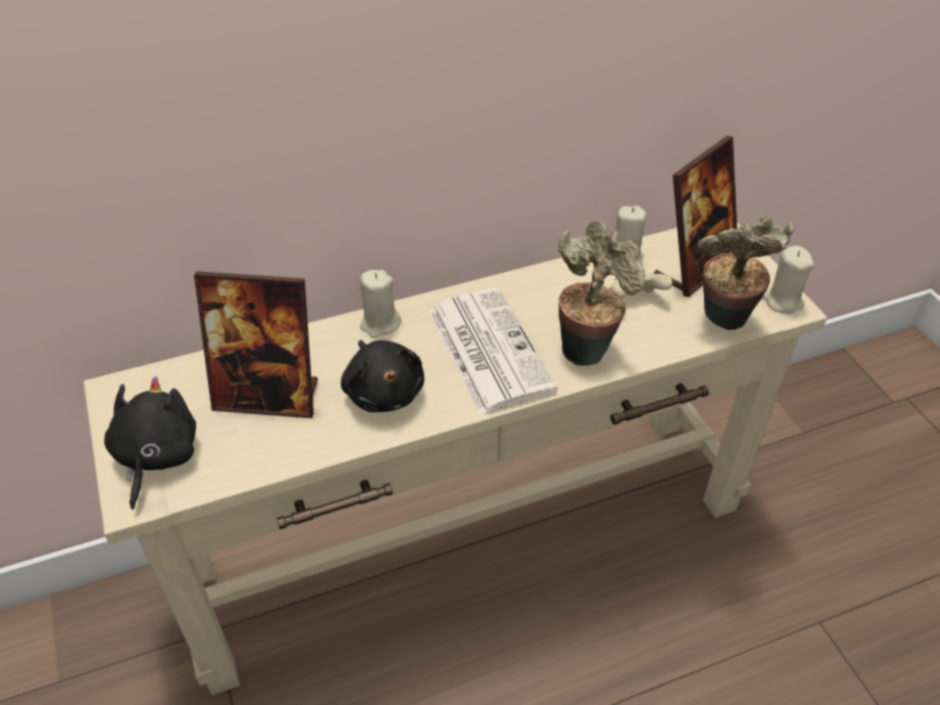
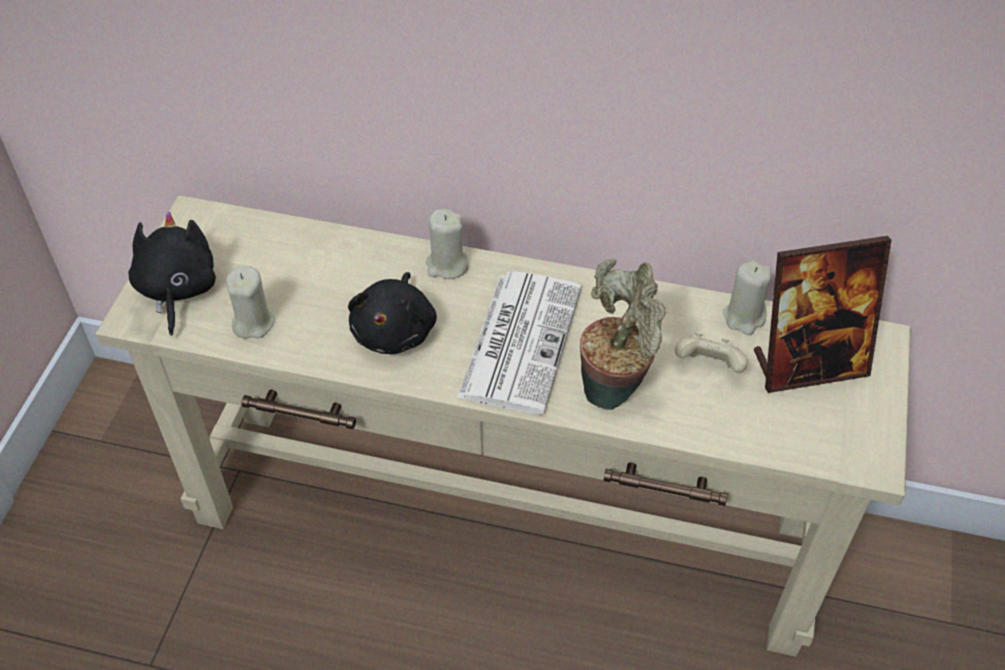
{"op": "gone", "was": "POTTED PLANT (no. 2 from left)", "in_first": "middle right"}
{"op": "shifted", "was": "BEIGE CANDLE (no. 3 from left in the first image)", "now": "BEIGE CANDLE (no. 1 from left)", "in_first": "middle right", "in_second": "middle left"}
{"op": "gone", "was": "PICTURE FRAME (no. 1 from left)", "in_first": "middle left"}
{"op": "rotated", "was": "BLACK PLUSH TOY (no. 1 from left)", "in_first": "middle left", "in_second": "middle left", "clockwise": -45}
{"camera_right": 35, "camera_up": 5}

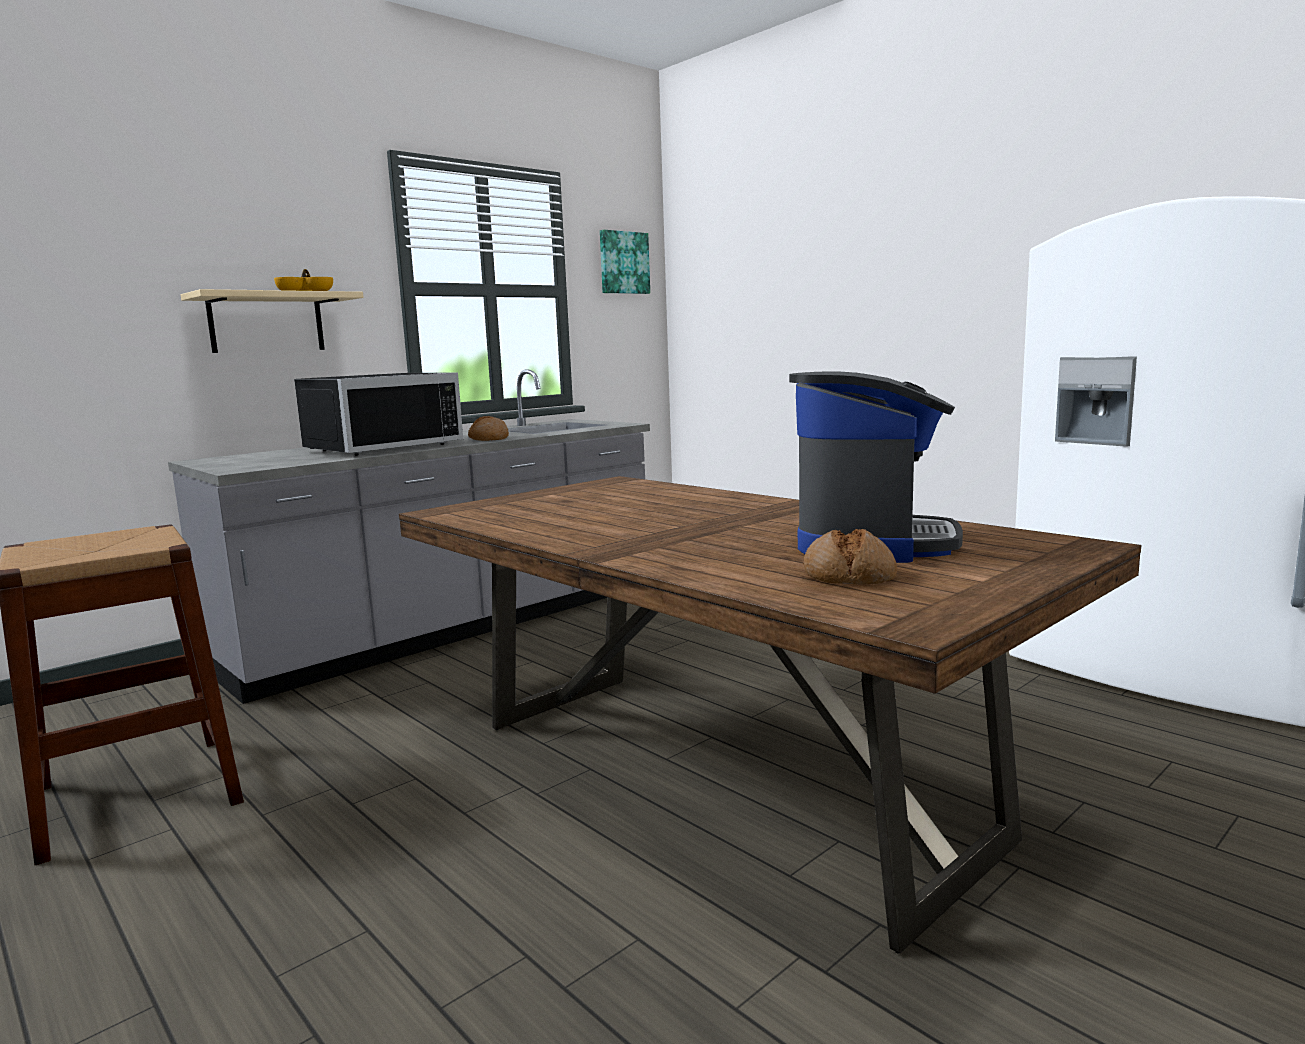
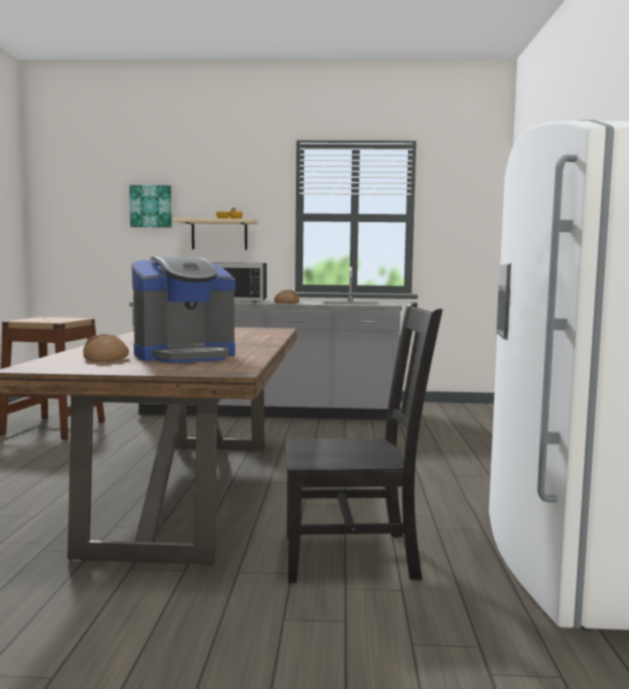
{"op": "shifted", "was": "PICTURE", "in_first": "top centre", "in_second": "top left"}
{"op": "new", "now": "BLACK CHAIR", "in_second": "centre"}
{"camera_right": 45, "camera_up": -5}

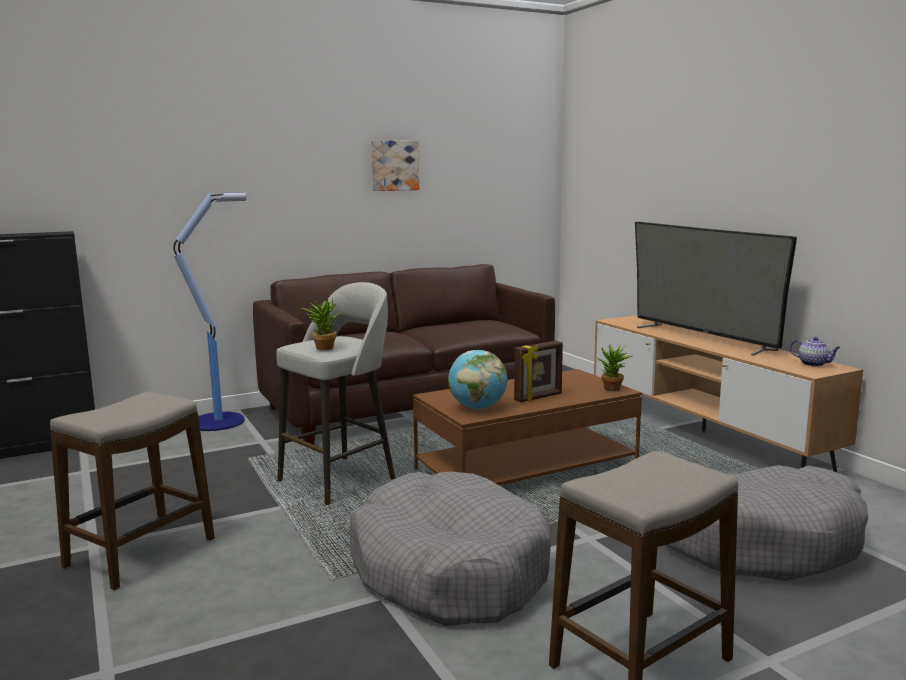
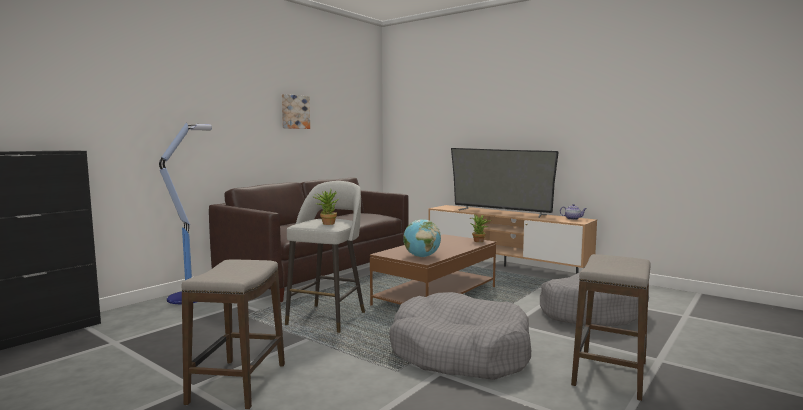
{"op": "gone", "was": "PICTURE FRAME", "in_first": "centre"}
{"camera_right": -25, "camera_up": -5}

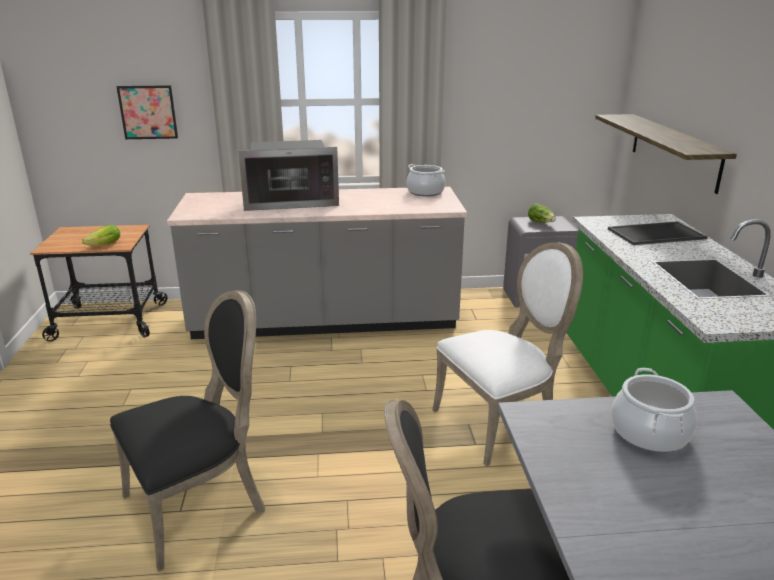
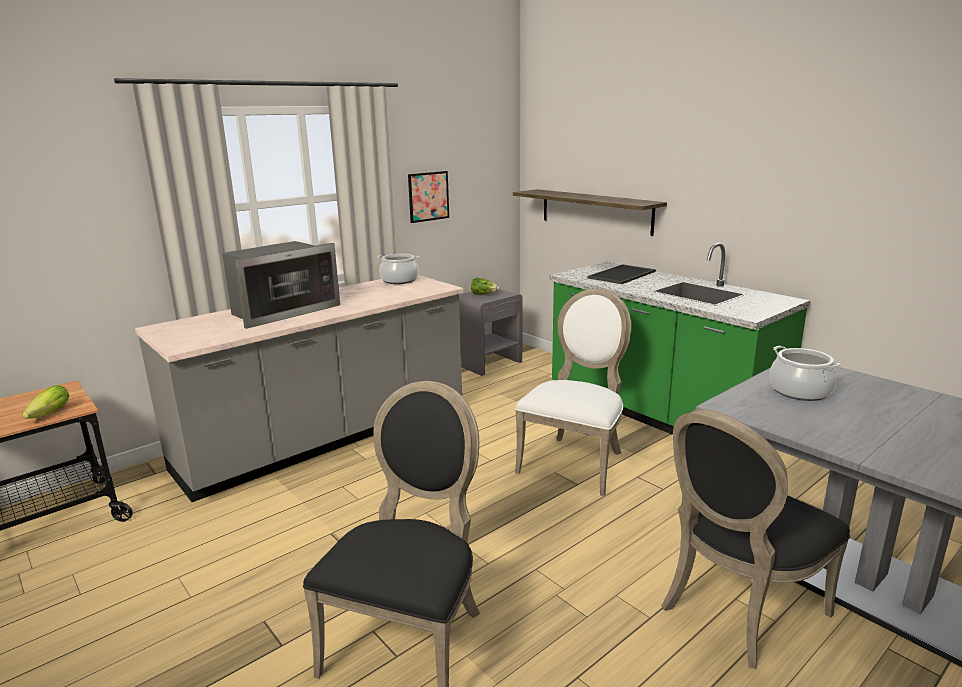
{"op": "shifted", "was": "PICTURE", "in_first": "top left", "in_second": "top centre"}
{"camera_right": -35, "camera_up": -5}

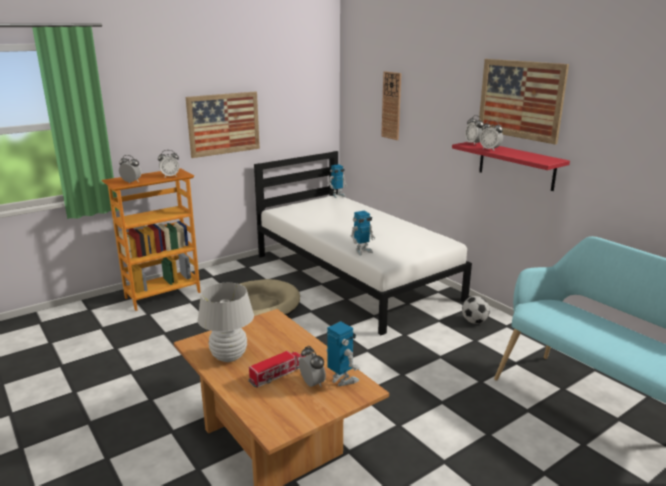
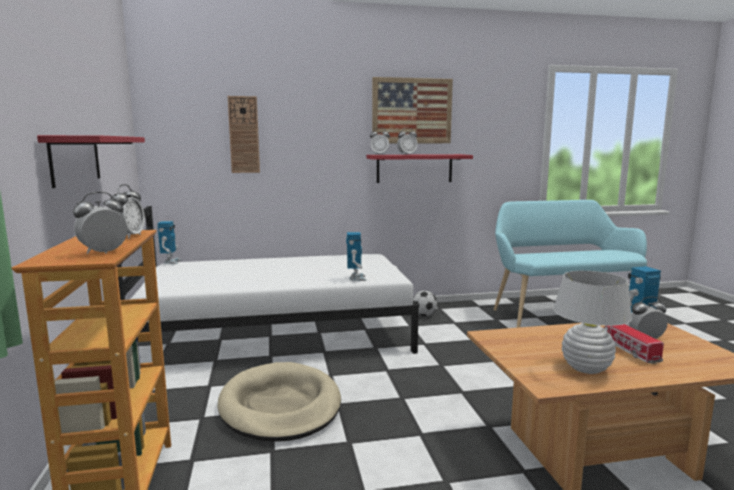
{"op": "swapped", "was": "PICTURE (no. 1 from left)", "now": "RED SHELF (no. 1 from left)", "in_first": "top centre", "in_second": "top left"}
{"camera_right": -65, "camera_up": -10}

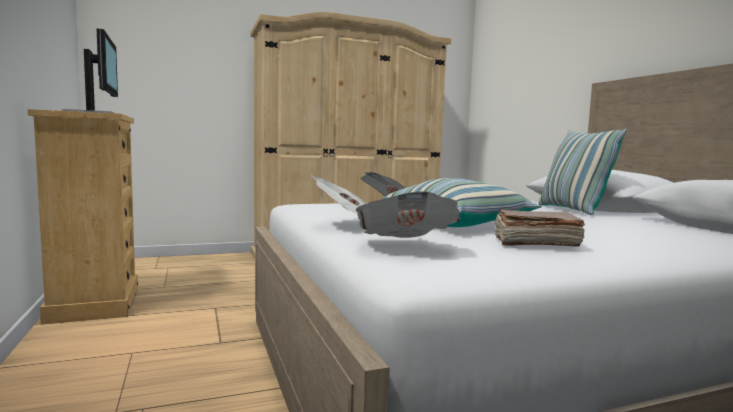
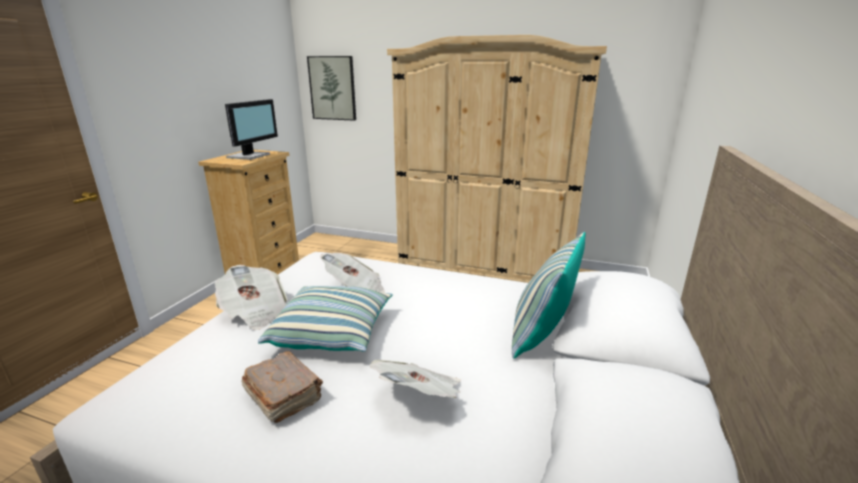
{"op": "shifted", "was": "NEWSPAPER (no. 3 from left)", "in_first": "centre", "in_second": "bottom centre"}
{"op": "new", "now": "PICTURE", "in_second": "top centre"}
{"camera_right": 40, "camera_up": 15}

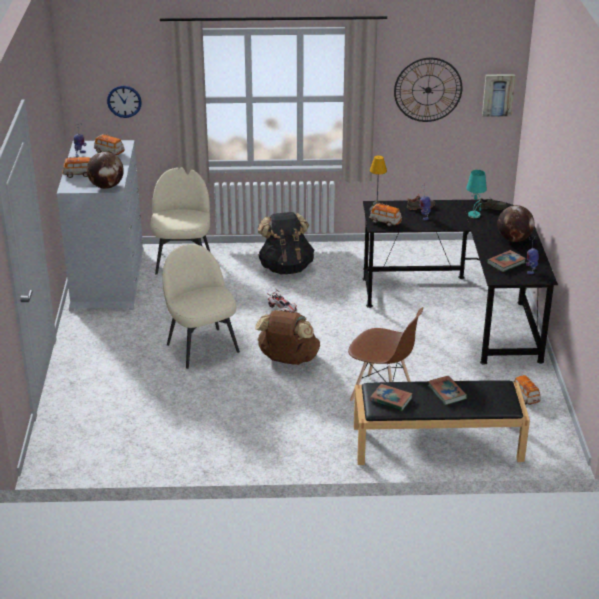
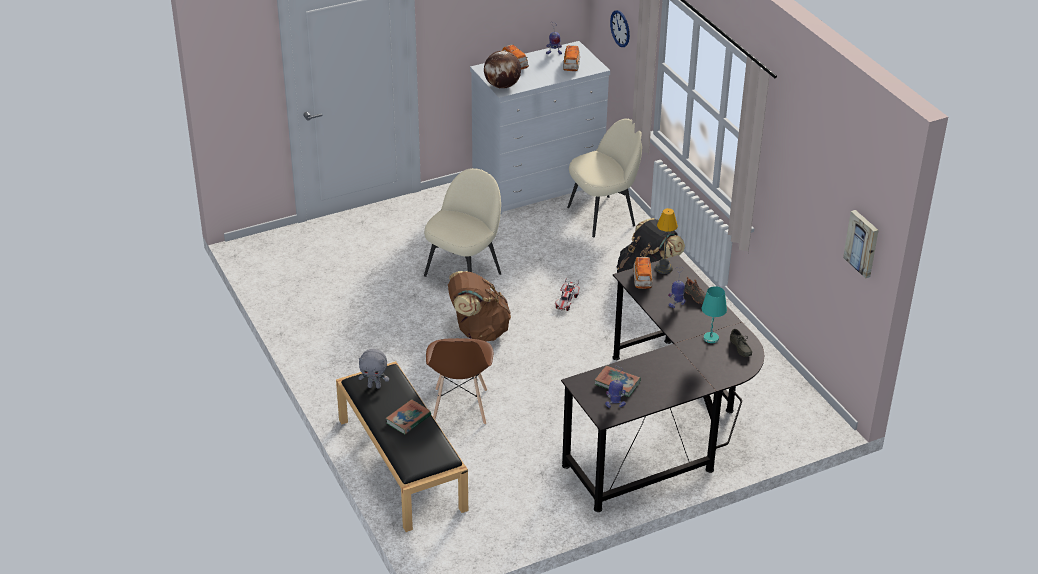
{"op": "gone", "was": "WALL CLOCK (no. 2 from left)", "in_first": "top right"}
{"op": "gone", "was": "GLOBE (no. 2 from left)", "in_first": "middle right"}
{"op": "gone", "was": "TOY CAR (no. 5 from left)", "in_first": "middle right"}
{"op": "swapped", "was": "BOOK (no. 1 from left)", "now": "GREY PLUSH TOY", "in_first": "centre", "in_second": "centre"}
{"camera_right": 65, "camera_up": 5}

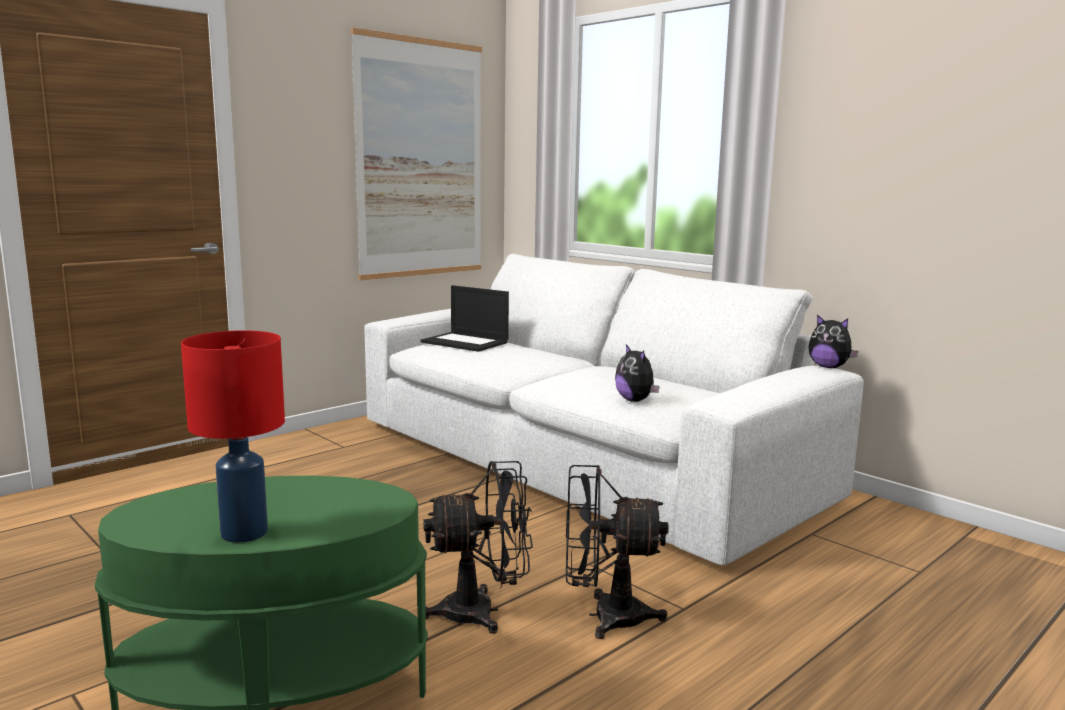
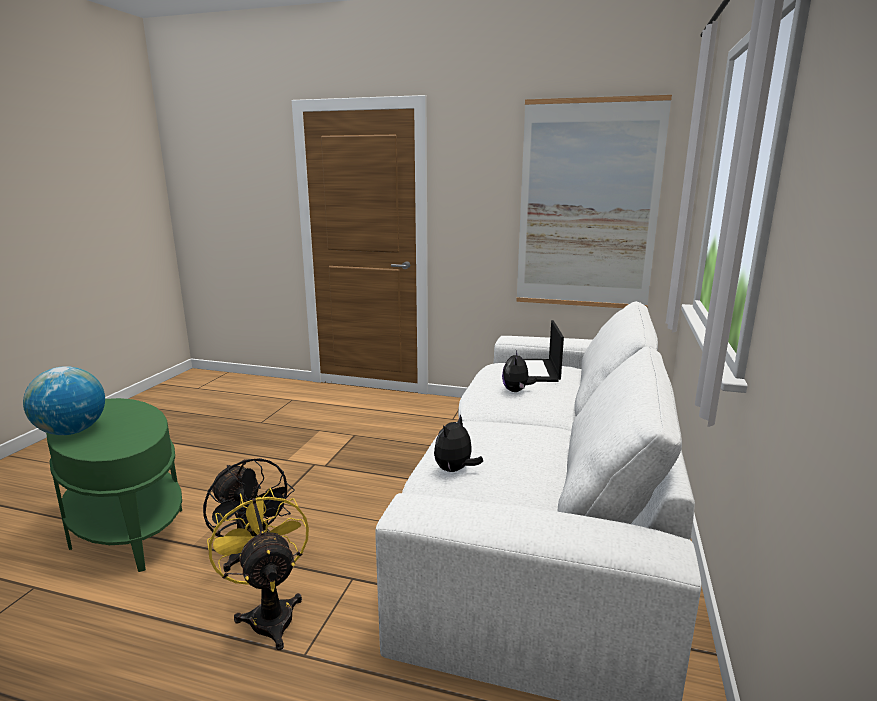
{"op": "shifted", "was": "PLUSH TOY (no. 2 from left)", "in_first": "middle right", "in_second": "centre"}
{"op": "swapped", "was": "RED TABLE LAMP", "now": "GLOBE", "in_first": "middle left", "in_second": "middle left"}
{"op": "repainted", "was": "BLACK FAN (no. 2 from left)", "now": "YELLOW FAN", "in_first": "bottom centre", "in_second": "bottom left"}
{"camera_right": 60, "camera_up": 5}

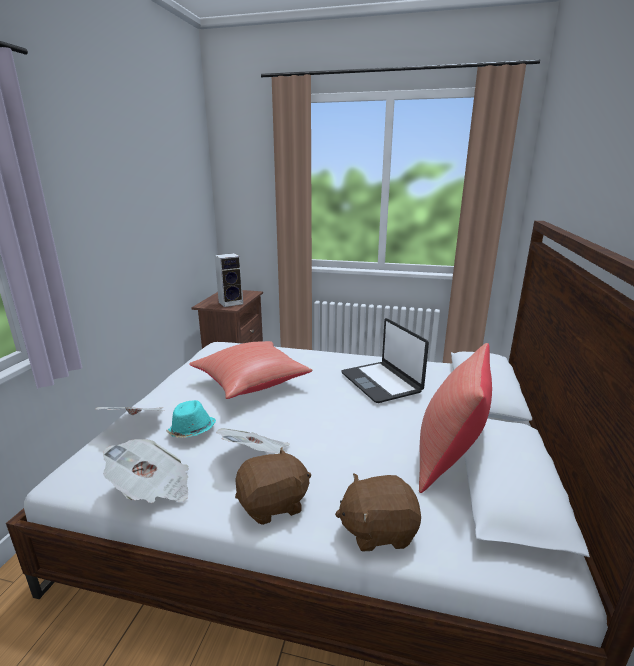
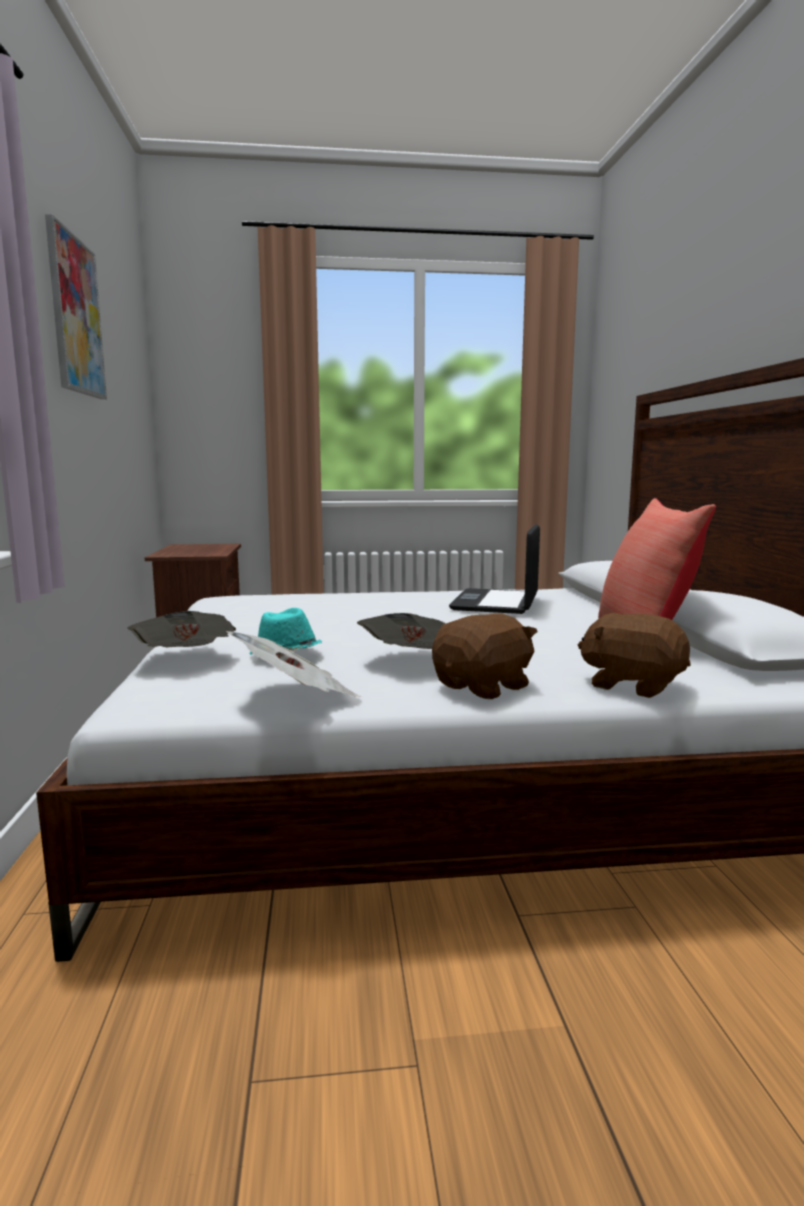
{"op": "gone", "was": "SPEAKER", "in_first": "centre"}
{"op": "rotated", "was": "LAPTOP", "in_first": "centre", "in_second": "centre", "clockwise": 60}
{"op": "gone", "was": "RED PILLOW (no. 1 from left)", "in_first": "centre"}
{"op": "rotated", "was": "BROWN PLUSH TOY (no. 2 from left)", "in_first": "bottom centre", "in_second": "middle right", "clockwise": 60}
{"op": "new", "now": "PICTURE", "in_second": "top left"}
{"camera_right": -20, "camera_up": -10}

